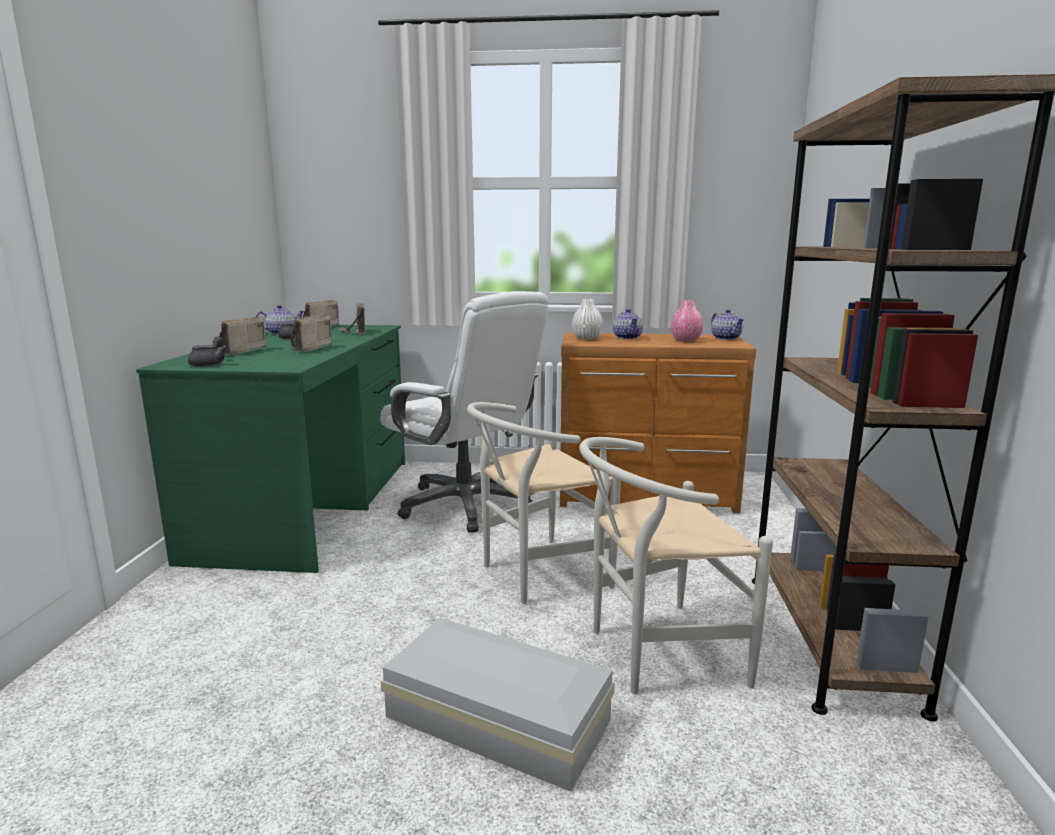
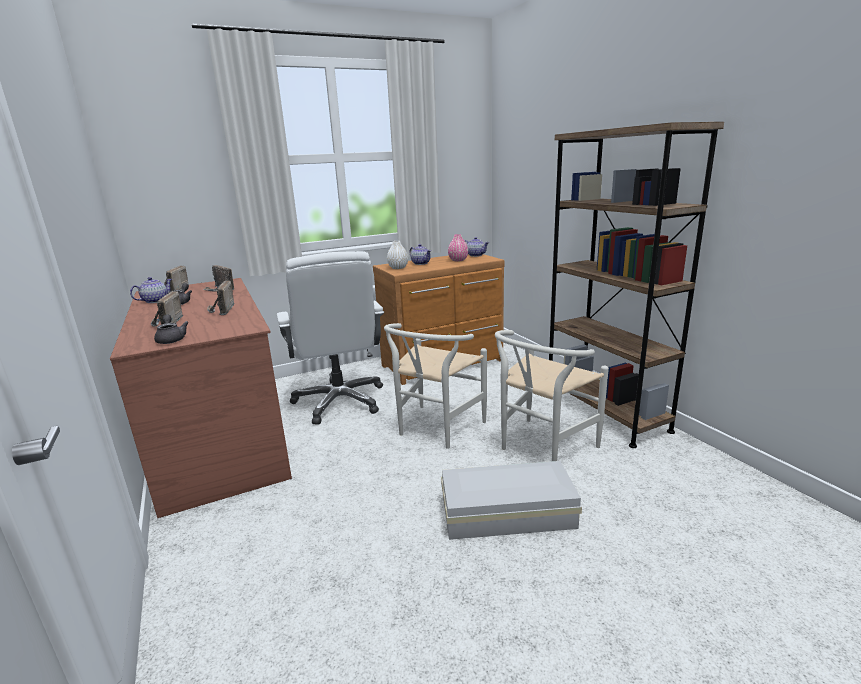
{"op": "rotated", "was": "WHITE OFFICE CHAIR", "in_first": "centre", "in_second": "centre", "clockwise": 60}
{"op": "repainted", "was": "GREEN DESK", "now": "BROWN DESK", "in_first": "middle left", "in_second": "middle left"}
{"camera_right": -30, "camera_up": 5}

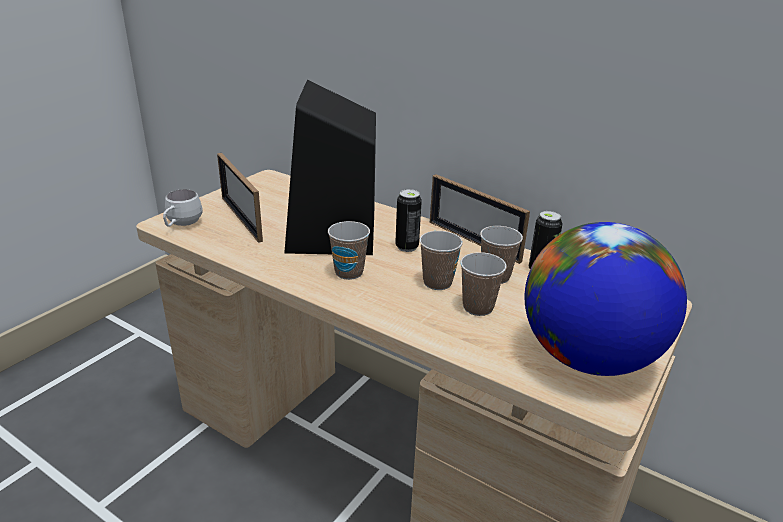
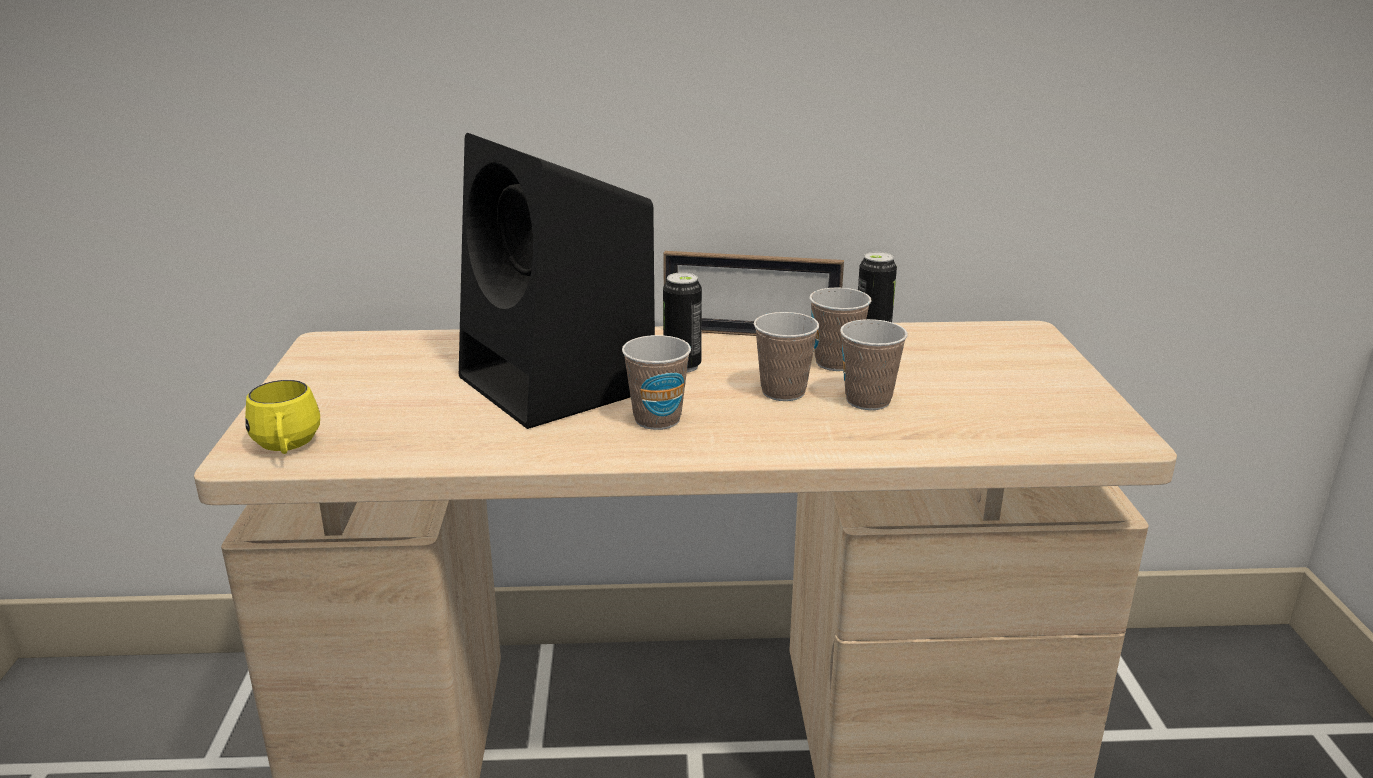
{"op": "gone", "was": "PICTURE FRAME (no. 1 from left)", "in_first": "middle left"}
{"op": "repainted", "was": "WHITE MUG", "now": "YELLOW MUG", "in_first": "middle left", "in_second": "middle left"}
{"op": "gone", "was": "GLOBE", "in_first": "middle right"}
{"camera_right": -35, "camera_up": -5}

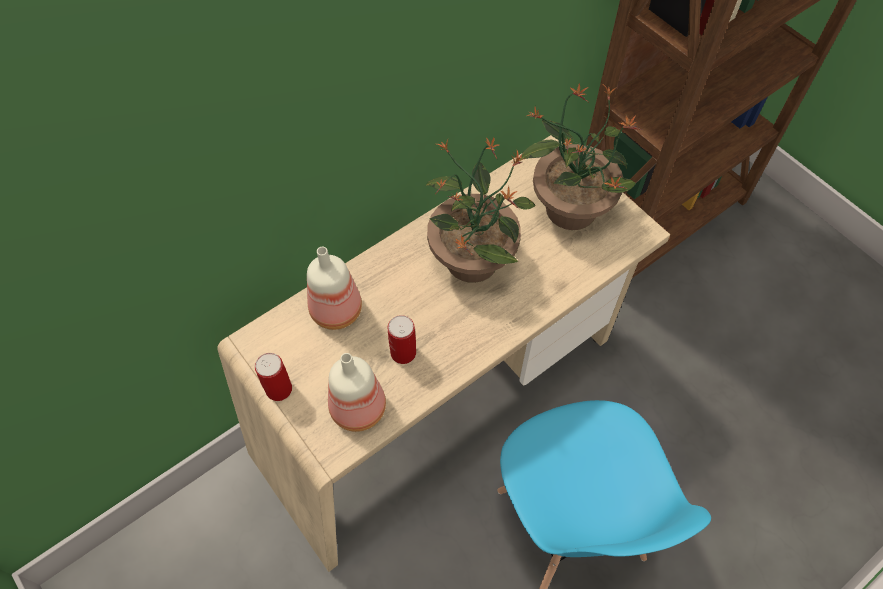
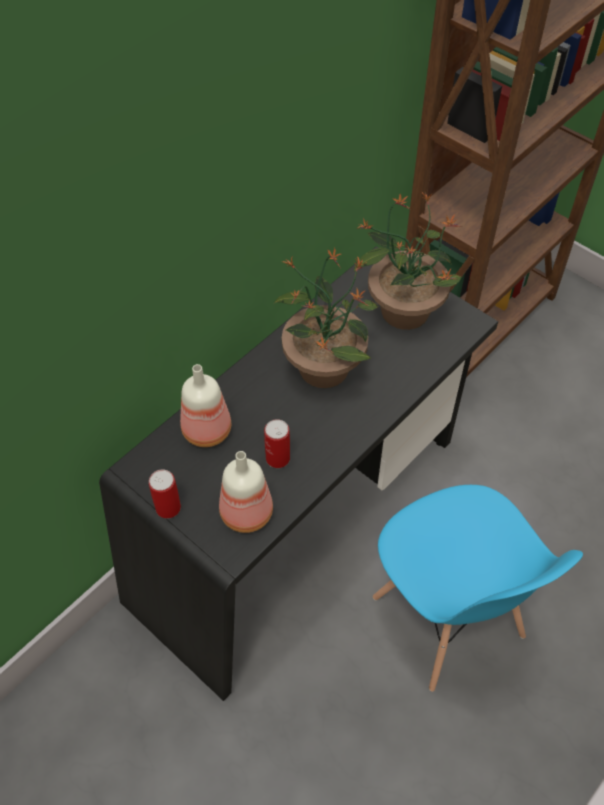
{"op": "repainted", "was": "BEIGE DESK", "now": "BLACK DESK", "in_first": "centre", "in_second": "centre"}
{"camera_right": -10, "camera_up": -5}

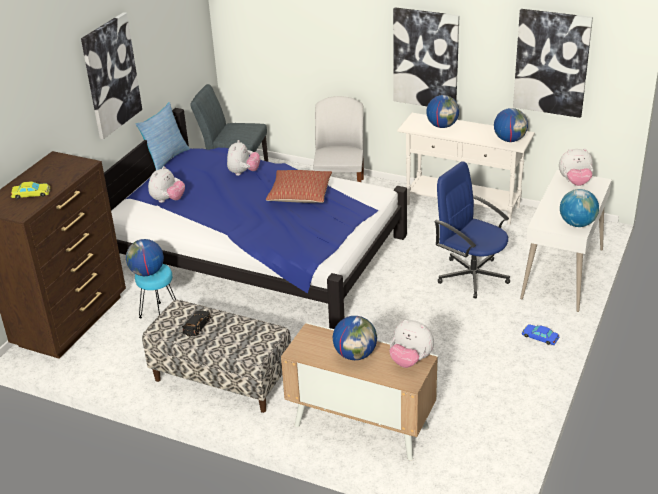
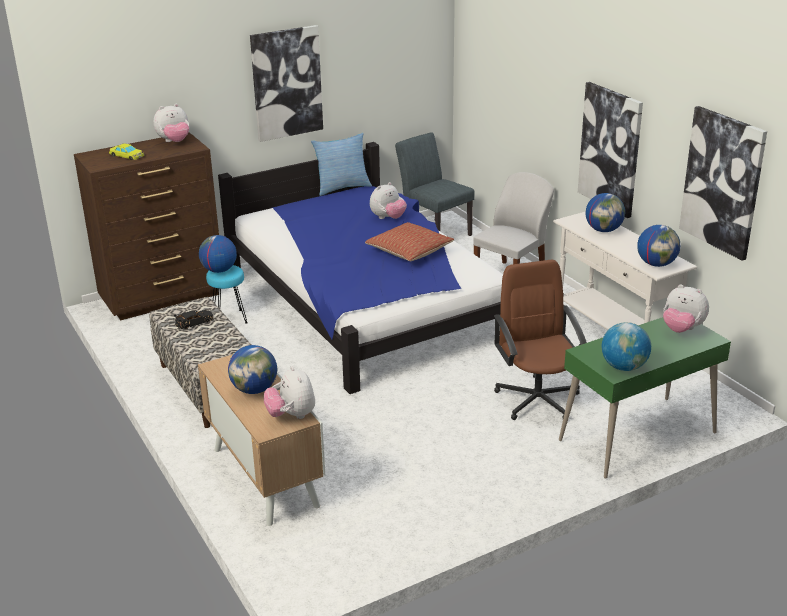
{"op": "repainted", "was": "BLUE OFFICE CHAIR", "now": "BROWN OFFICE CHAIR", "in_first": "middle right", "in_second": "middle right"}
{"op": "shifted", "was": "PLUSH TOY (no. 1 from left)", "in_first": "middle left", "in_second": "top left"}
{"op": "repainted", "was": "WHITE DESK", "now": "GREEN DESK", "in_first": "middle right", "in_second": "middle right"}
{"op": "gone", "was": "BLUE TOY CAR", "in_first": "bottom right"}
{"camera_right": 35, "camera_up": -5}

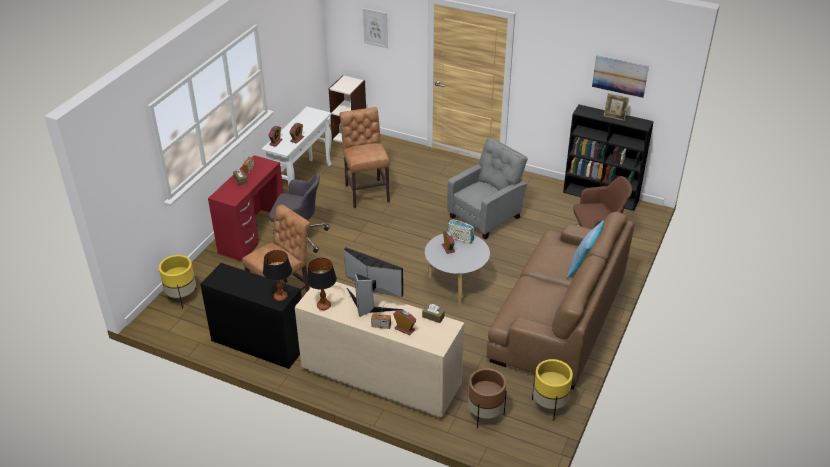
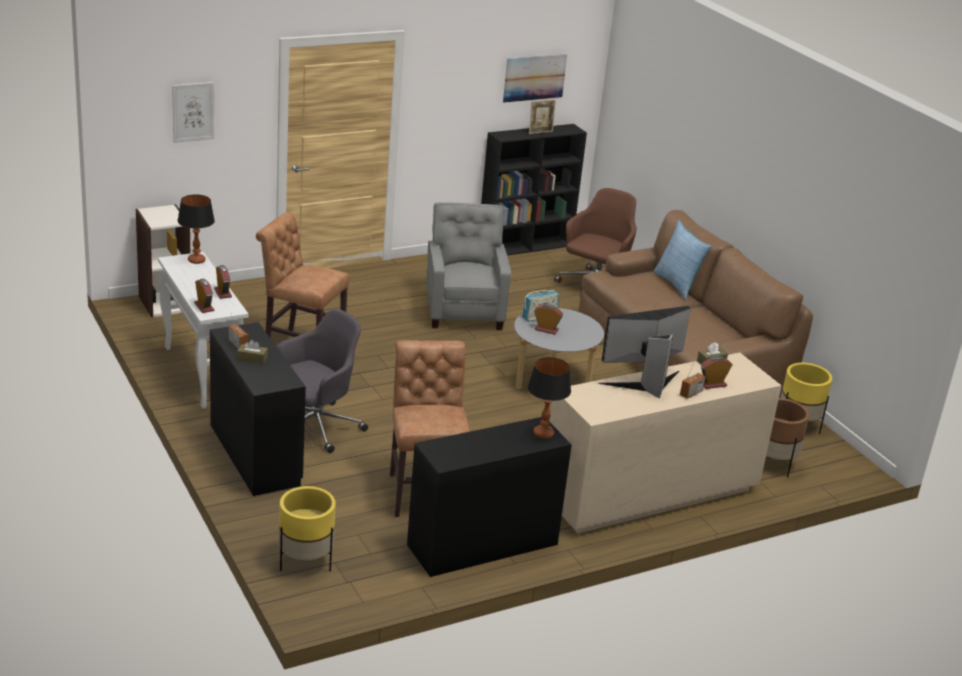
{"op": "repainted", "was": "RED DESK", "now": "BLACK DESK (no. 1 from left)", "in_first": "middle left", "in_second": "middle left"}
{"op": "shifted", "was": "TABLE LAMP (no. 2 from left in the first image)", "now": "TABLE LAMP (no. 1 from left)", "in_first": "centre", "in_second": "middle left"}
{"camera_right": -55, "camera_up": -10}

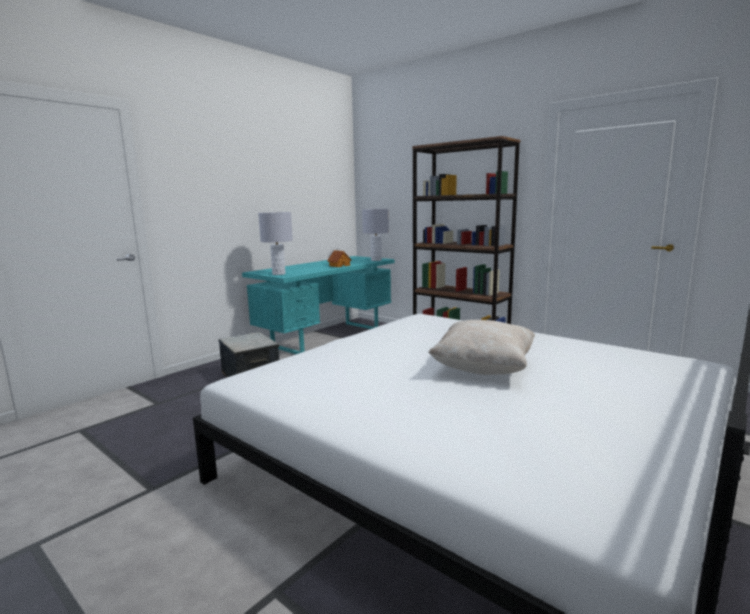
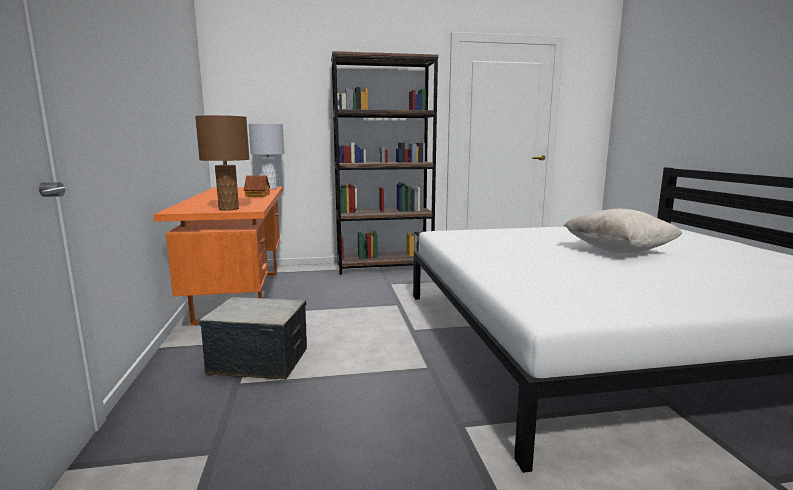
{"op": "repainted", "was": "GREY TABLE LAMP (no. 1 from left)", "now": "BROWN TABLE LAMP", "in_first": "centre", "in_second": "top left"}
{"op": "repainted", "was": "TURQUOISE DESK", "now": "ORANGE DESK", "in_first": "centre", "in_second": "middle left"}
{"camera_right": -50, "camera_up": 0}

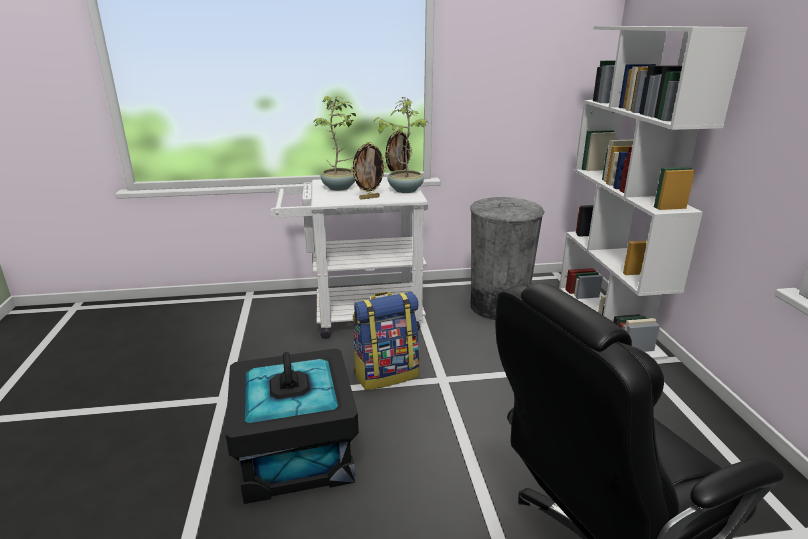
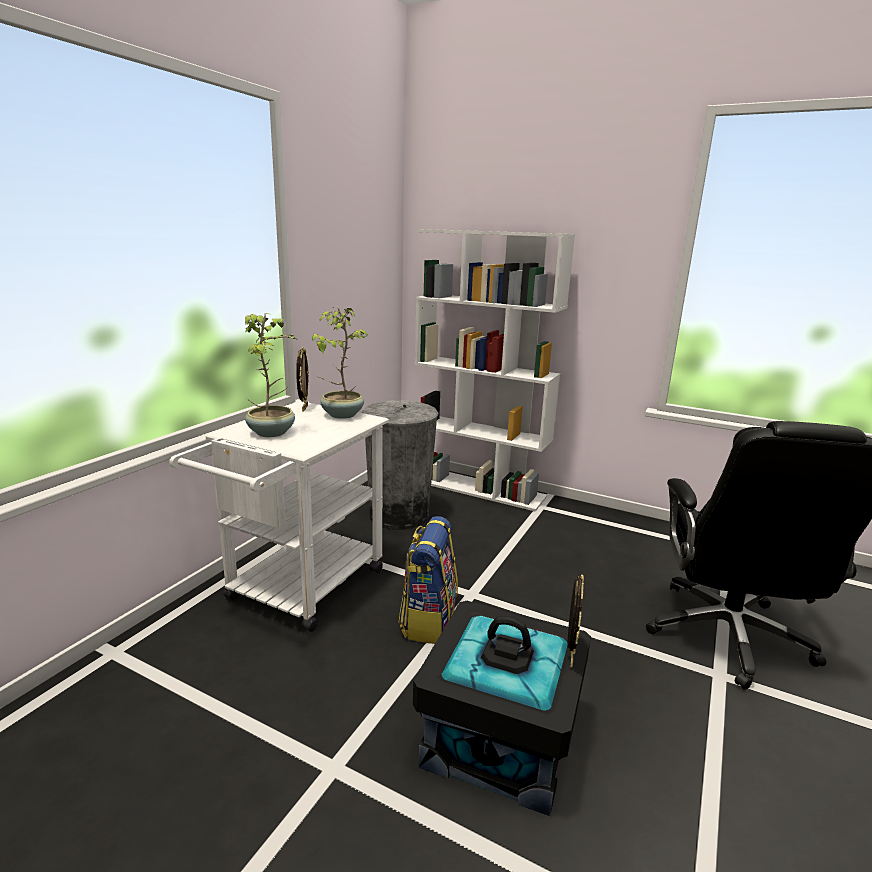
{"op": "shifted", "was": "PICTURE FRAME (no. 1 from left in the first image)", "now": "PICTURE FRAME (no. 2 from left)", "in_first": "top centre", "in_second": "bottom centre"}
{"camera_right": -55, "camera_up": -5}

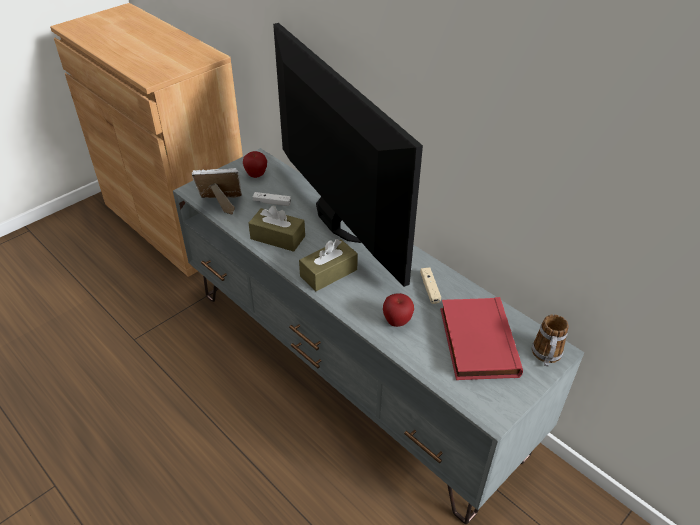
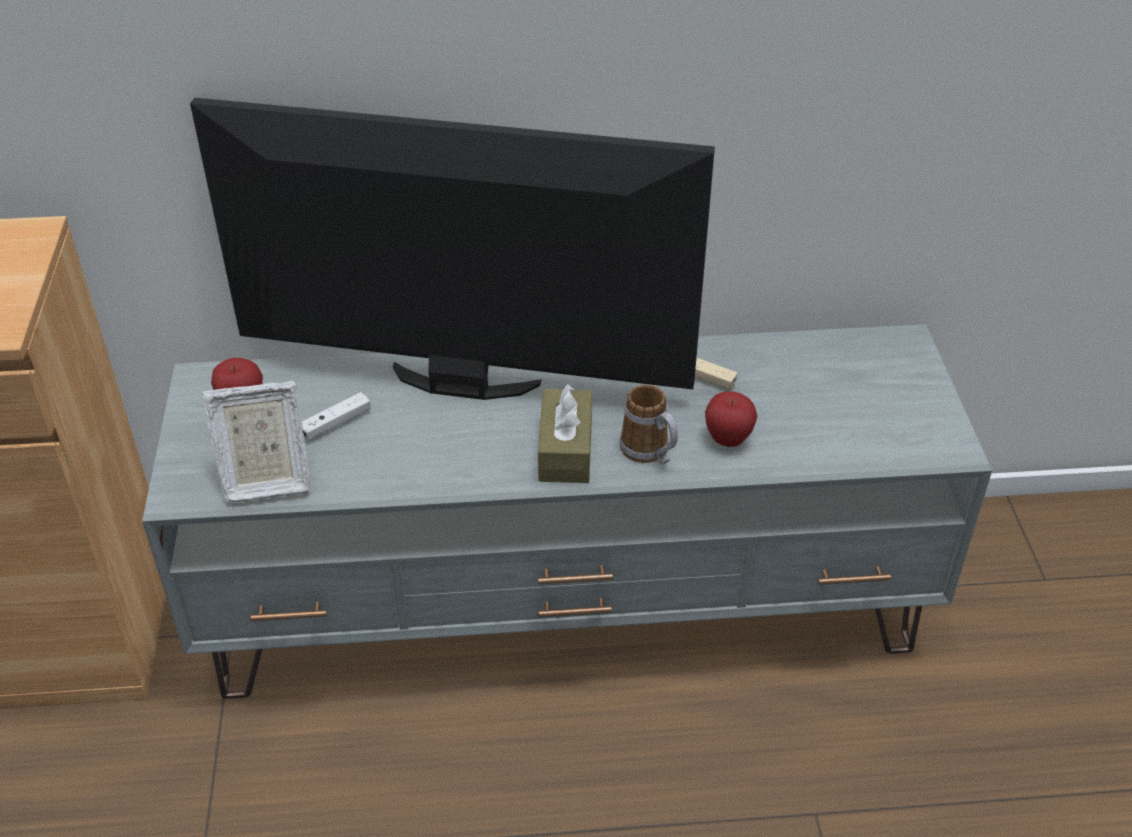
{"op": "rotated", "was": "PICTURE FRAME", "in_first": "middle left", "in_second": "middle left", "clockwise": -135}
{"op": "gone", "was": "BROWN TISSUE BOX (no. 1 from left)", "in_first": "centre"}
{"op": "gone", "was": "RED BOOK", "in_first": "middle right"}
{"op": "shifted", "was": "MUG", "in_first": "middle right", "in_second": "centre"}
{"camera_right": -50, "camera_up": 0}

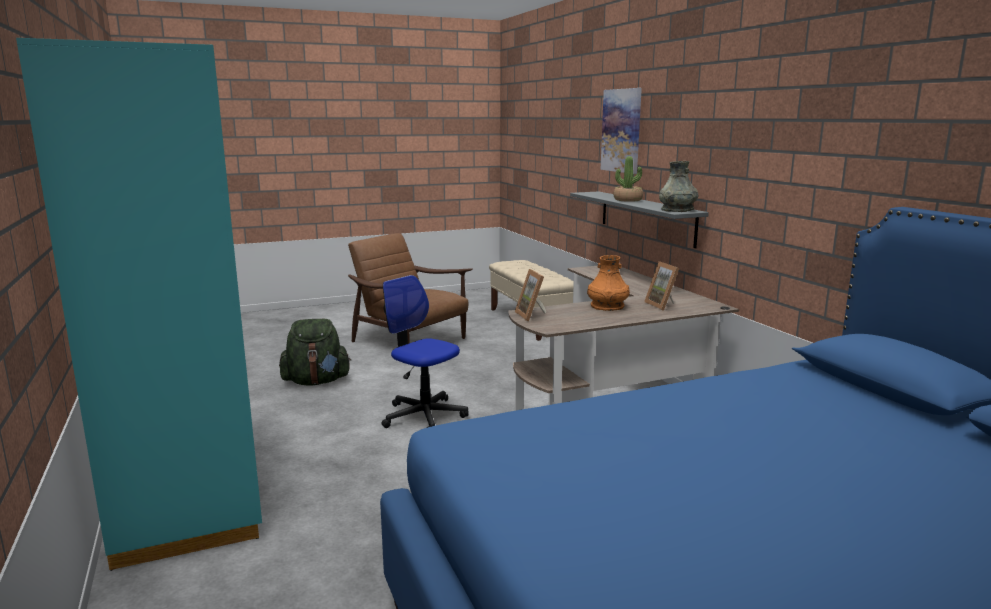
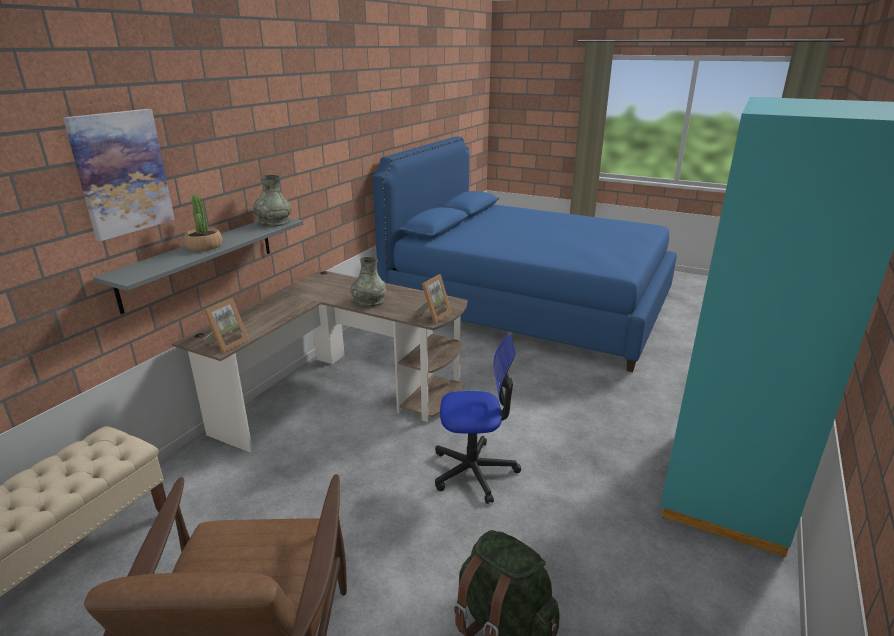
{"op": "repainted", "was": "ORANGE VASE", "now": "GREY VASE (no. 2 from left)", "in_first": "centre", "in_second": "centre"}
{"op": "shifted", "was": "PICTURE FRAME (no. 2 from left in the first image)", "now": "PICTURE FRAME (no. 1 from left)", "in_first": "middle right", "in_second": "middle left"}
{"op": "rotated", "was": "OFFICE CHAIR", "in_first": "centre", "in_second": "centre", "clockwise": -90}
{"camera_right": -130, "camera_up": 10}

